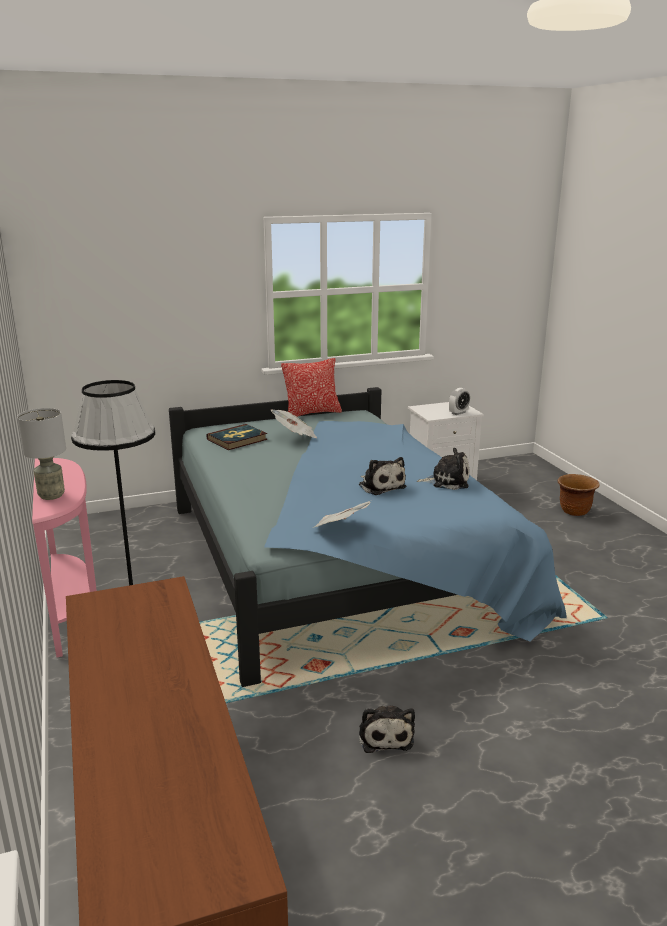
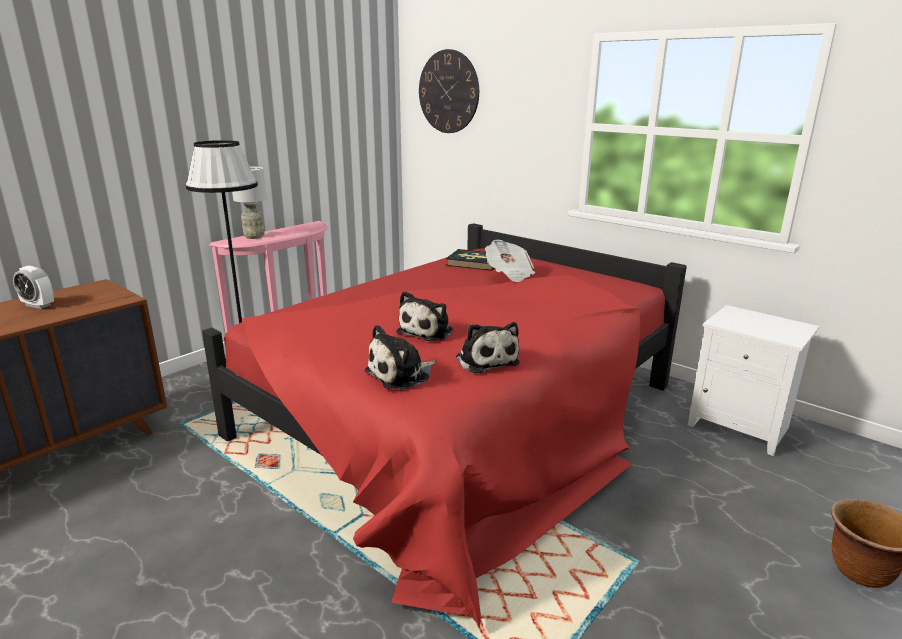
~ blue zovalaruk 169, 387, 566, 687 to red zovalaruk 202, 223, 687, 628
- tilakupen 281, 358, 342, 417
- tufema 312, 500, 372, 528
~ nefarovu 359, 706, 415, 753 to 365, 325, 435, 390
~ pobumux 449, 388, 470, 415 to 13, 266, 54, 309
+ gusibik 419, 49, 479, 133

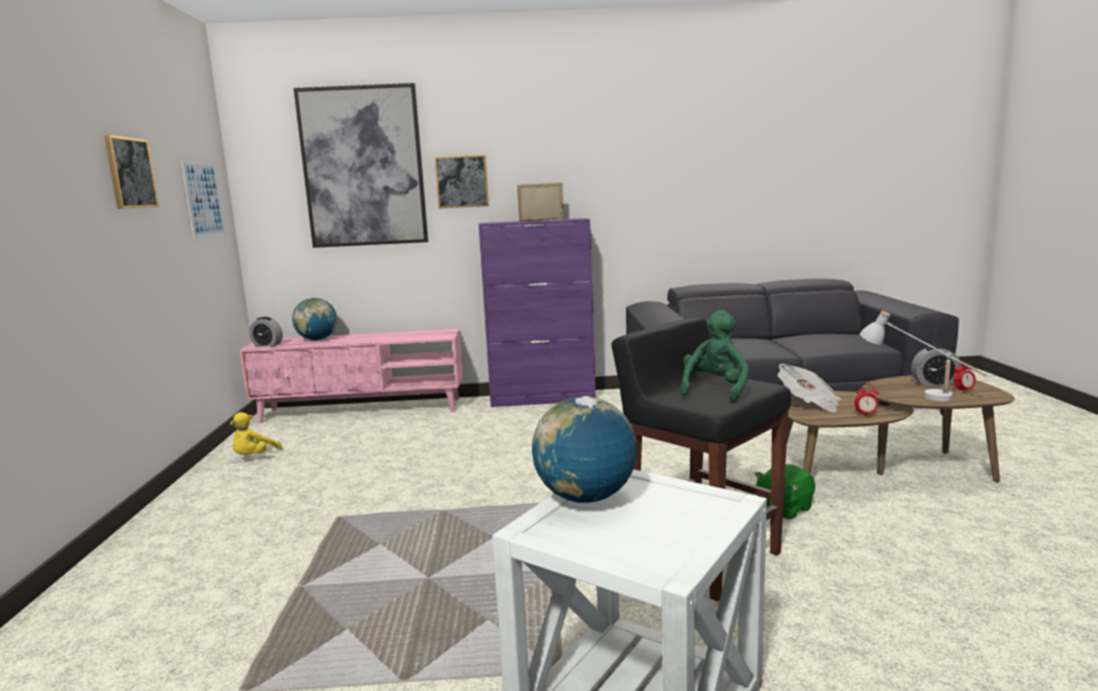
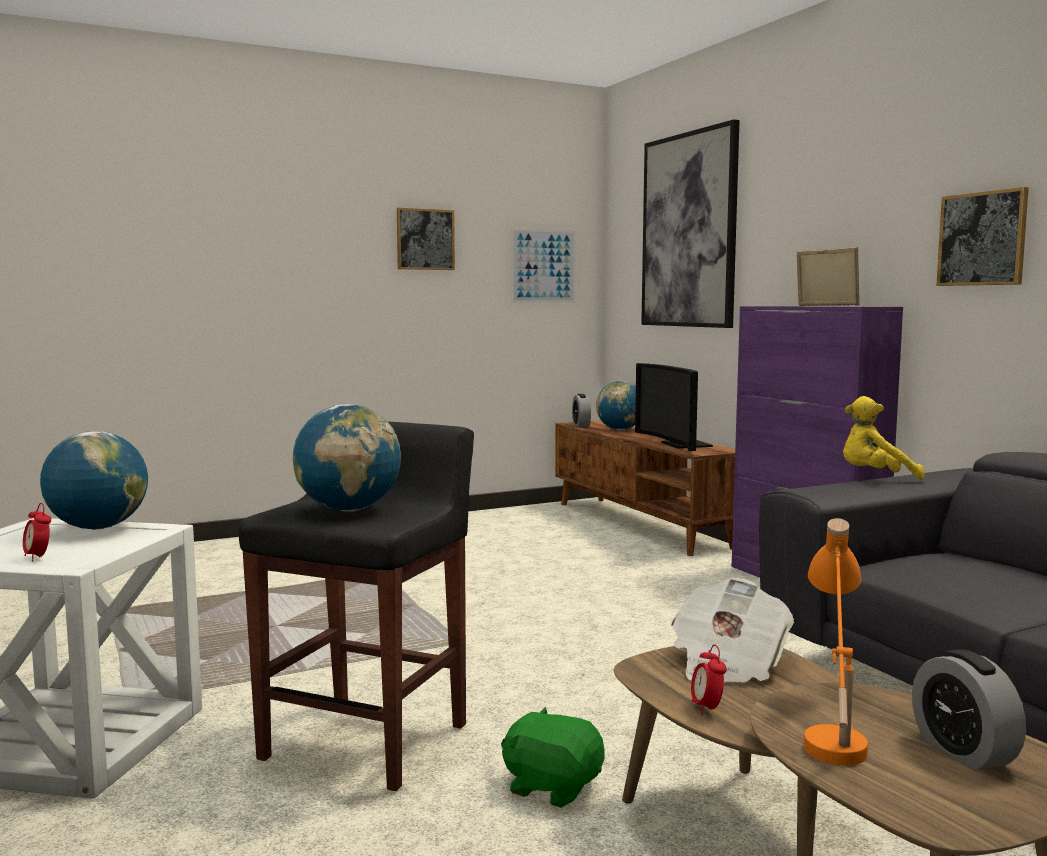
~ yellow nefarovu 230, 412, 282, 455 to 843, 396, 925, 479
~ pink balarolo 239, 329, 463, 423 to brown balarolo 555, 420, 735, 556
~ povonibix 435, 155, 489, 209 to 936, 187, 1029, 286
~ green nefarovu 680, 310, 749, 403 to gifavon 293, 404, 401, 512
~ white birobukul 860, 311, 987, 401 to orange birobukul 804, 518, 868, 765
~ pobumux 954, 361, 976, 393 to 23, 503, 51, 561
+ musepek 635, 363, 713, 451

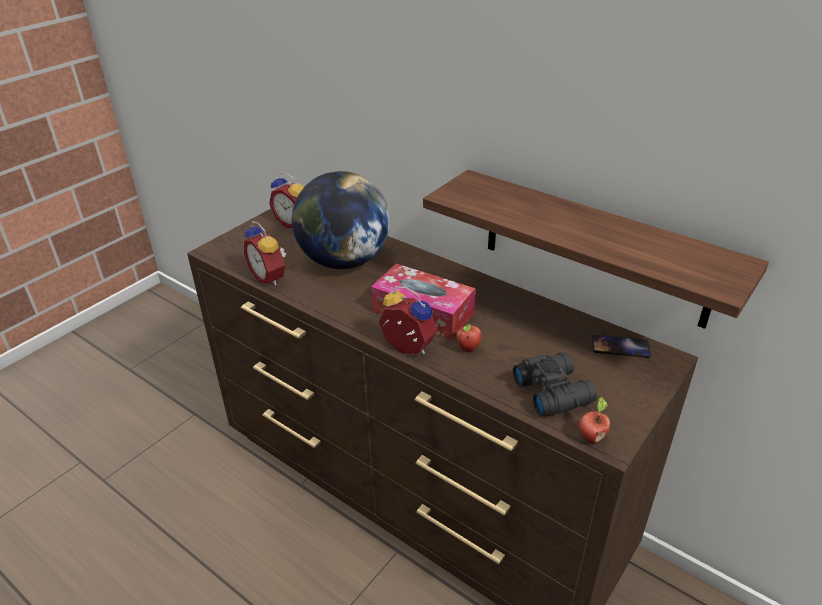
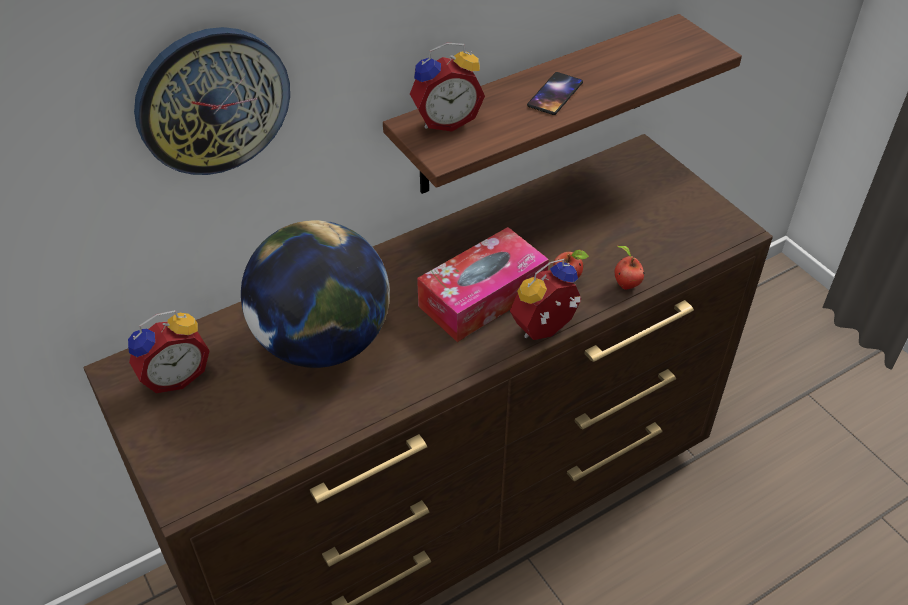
~ pobumux 244, 221, 286, 286 to 410, 43, 485, 132
- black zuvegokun 513, 352, 597, 416
~ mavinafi 579, 397, 610, 443 to 615, 246, 645, 290
~ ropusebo 592, 335, 651, 358 to 527, 72, 583, 115
+ gusibik 134, 27, 290, 175

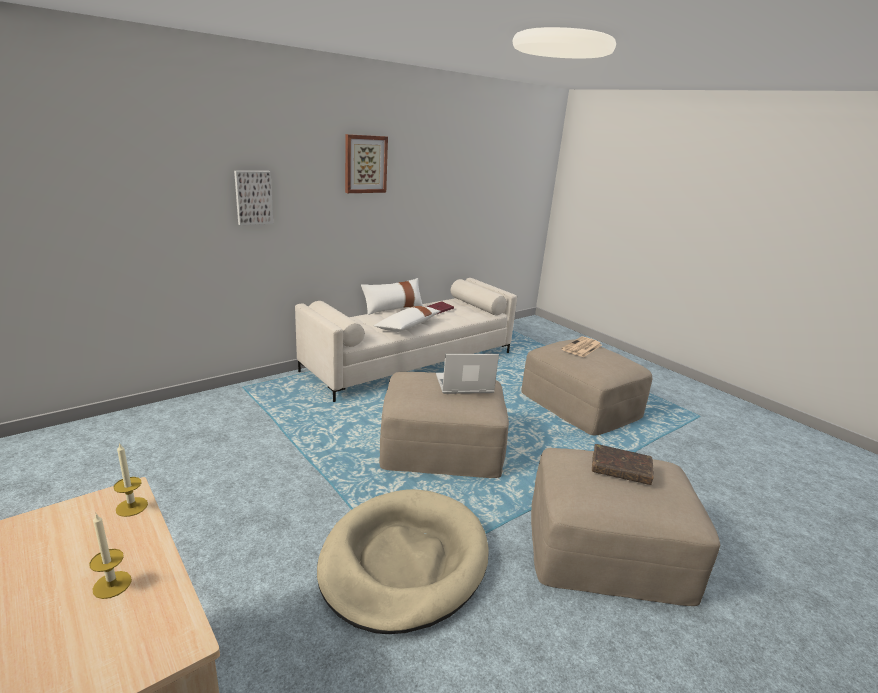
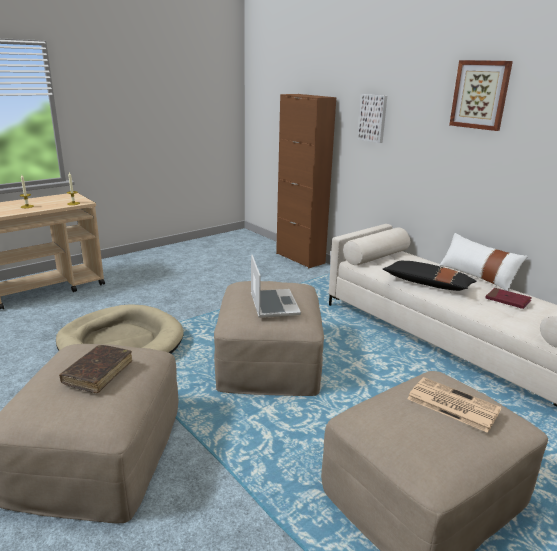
~ white tilakupen 373, 306, 441, 332 to black tilakupen 383, 261, 476, 291
+ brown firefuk 276, 94, 336, 268

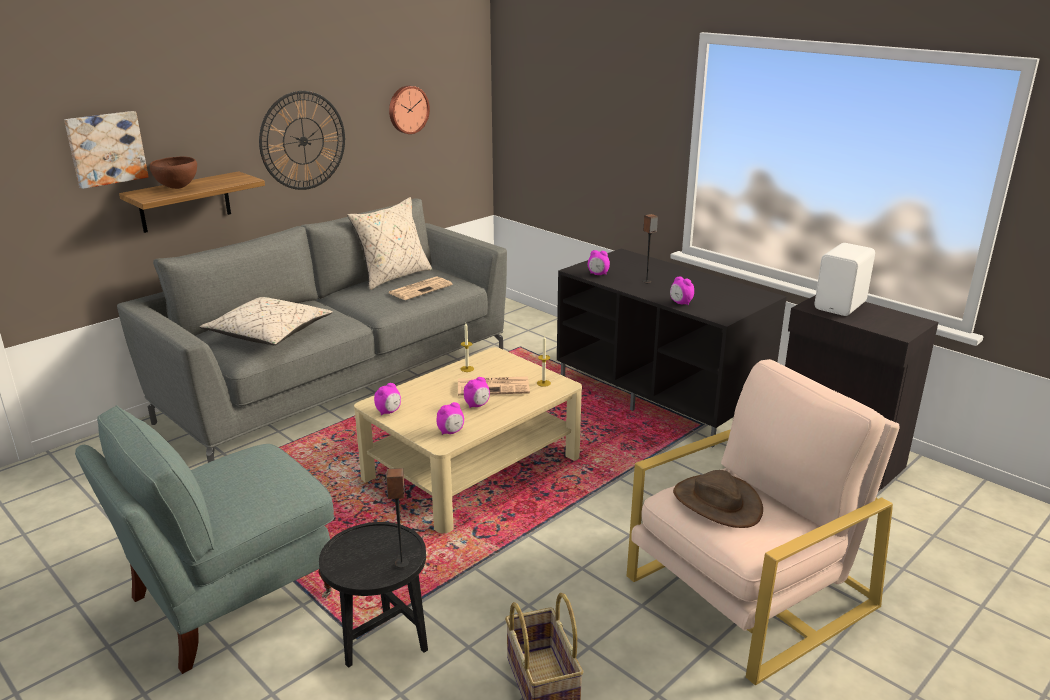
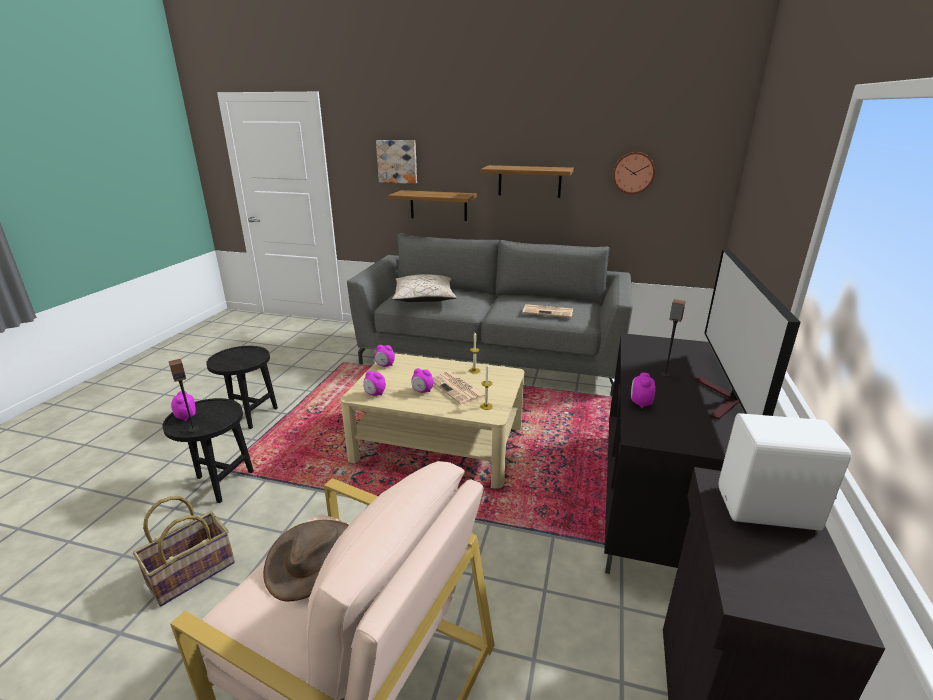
~ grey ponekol 75, 405, 334, 674 to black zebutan 206, 346, 278, 429
- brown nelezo 149, 156, 197, 189
~ gusibik 259, 91, 345, 190 to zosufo 481, 165, 574, 198
- beige tilakupen 347, 197, 432, 290
~ pobumux 588, 250, 610, 275 to 171, 391, 196, 421
+ musepek 695, 248, 801, 420

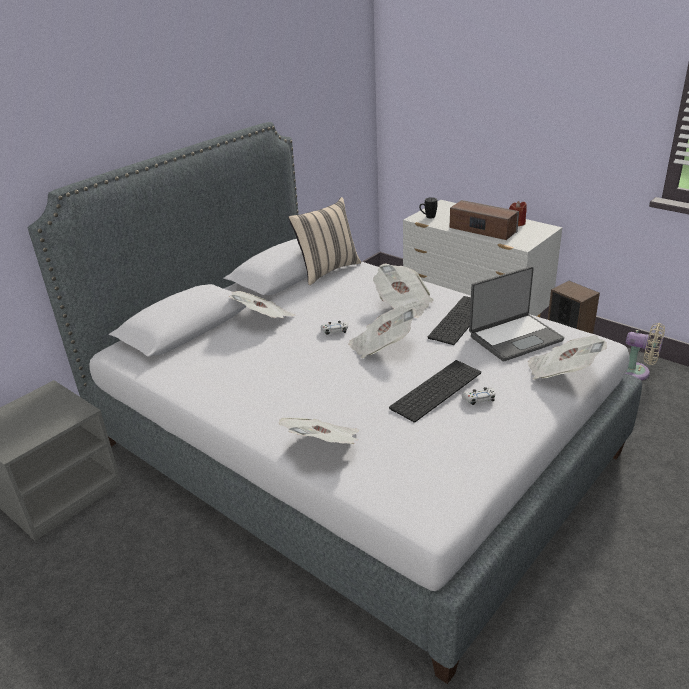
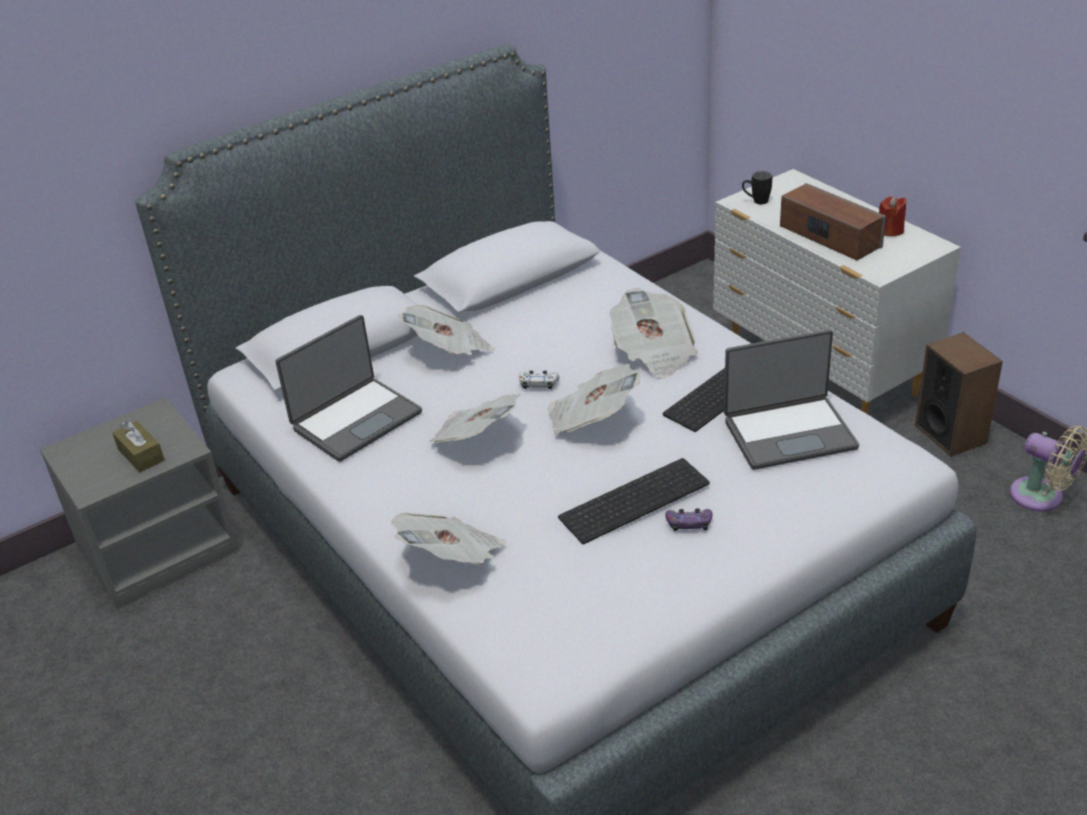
- beige tilakupen 288, 197, 361, 285
~ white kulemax 462, 387, 496, 405 to purple kulemax 665, 508, 712, 531
~ tufema 528, 335, 607, 379 to 429, 394, 521, 443
+ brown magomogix 112, 421, 164, 472
+ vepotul 276, 315, 422, 462

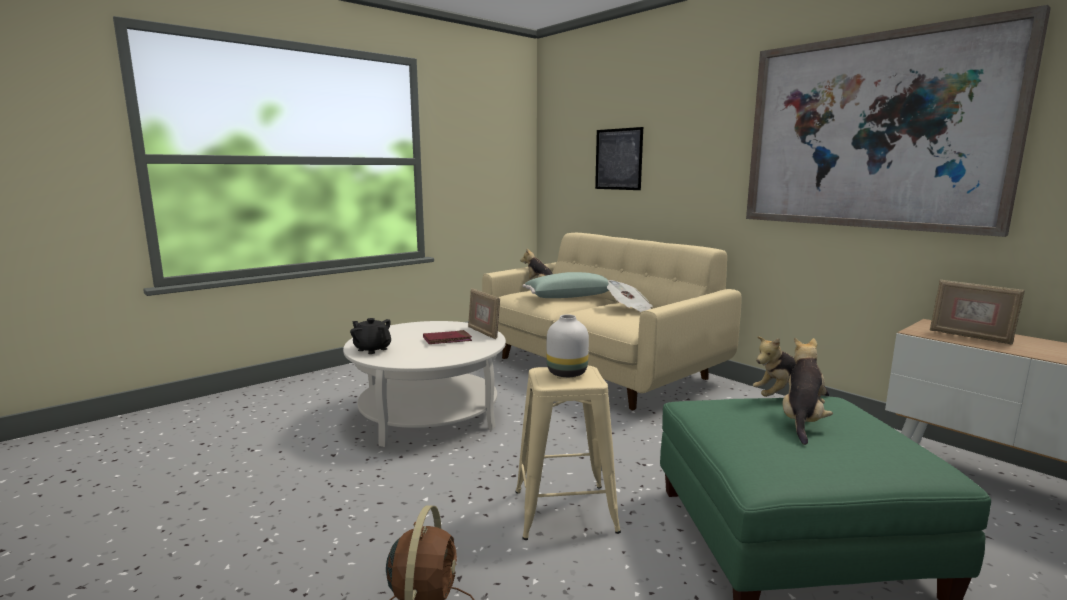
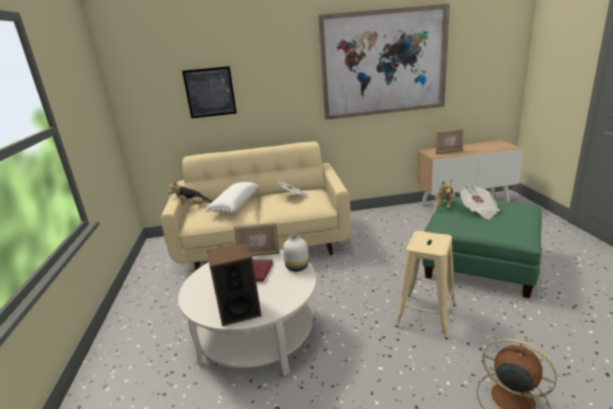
~ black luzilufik 350, 318, 391, 354 to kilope 207, 243, 261, 326
~ green tilakupen 523, 272, 609, 298 to white tilakupen 205, 182, 259, 214
~ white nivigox 547, 314, 589, 377 to 283, 235, 309, 272
~ nefarovu 782, 337, 833, 445 to tufema 460, 185, 500, 219

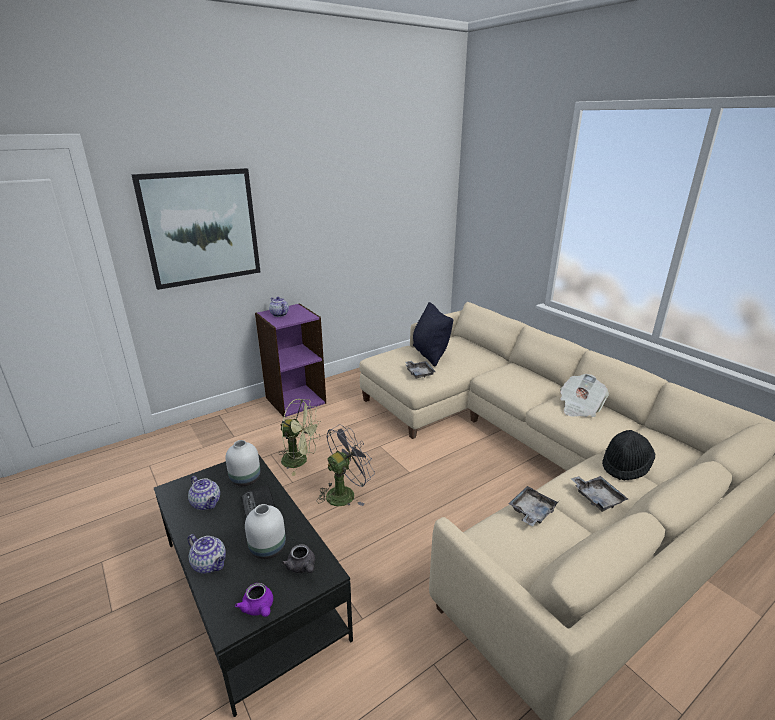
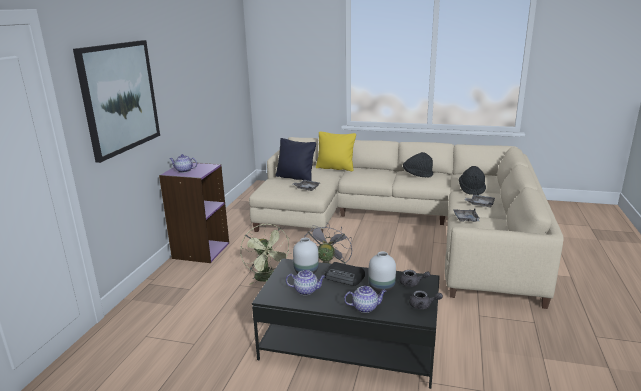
~ purple luzilufik 235, 583, 273, 617 to grey luzilufik 409, 290, 443, 309
~ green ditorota 278, 399, 321, 476 = 240, 224, 291, 285 90 degrees clockwise
~ tufema 560, 374, 609, 417 to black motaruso 403, 152, 433, 177
+ yellow tilakupen 316, 131, 356, 171

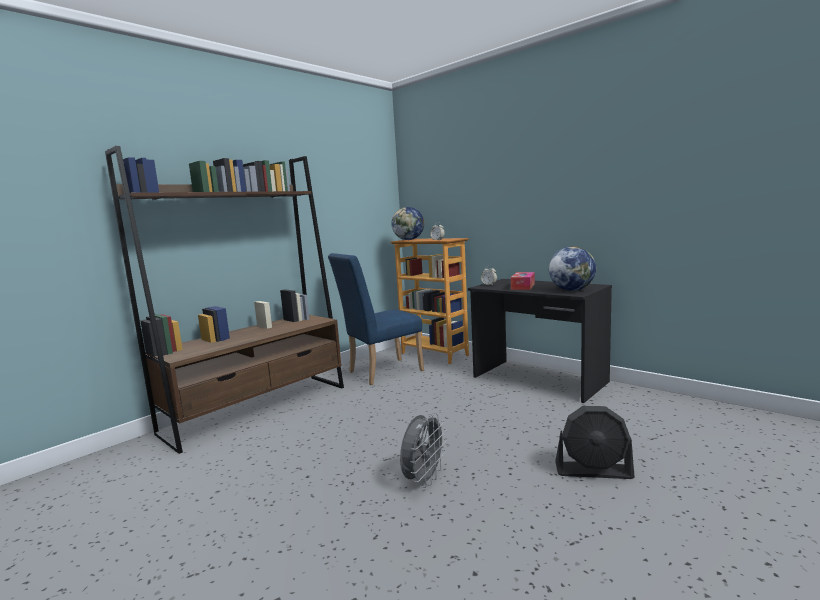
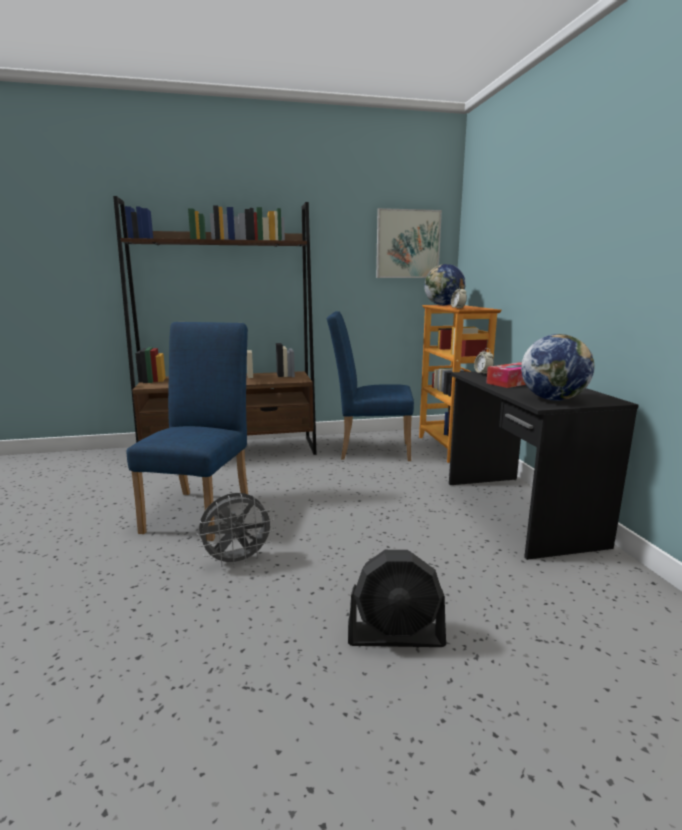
~ black ditorota 555, 406, 635, 479 = 348, 550, 446, 647 45 degrees counterclockwise
+ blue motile 127, 322, 248, 541
+ povonibix 376, 208, 442, 278

